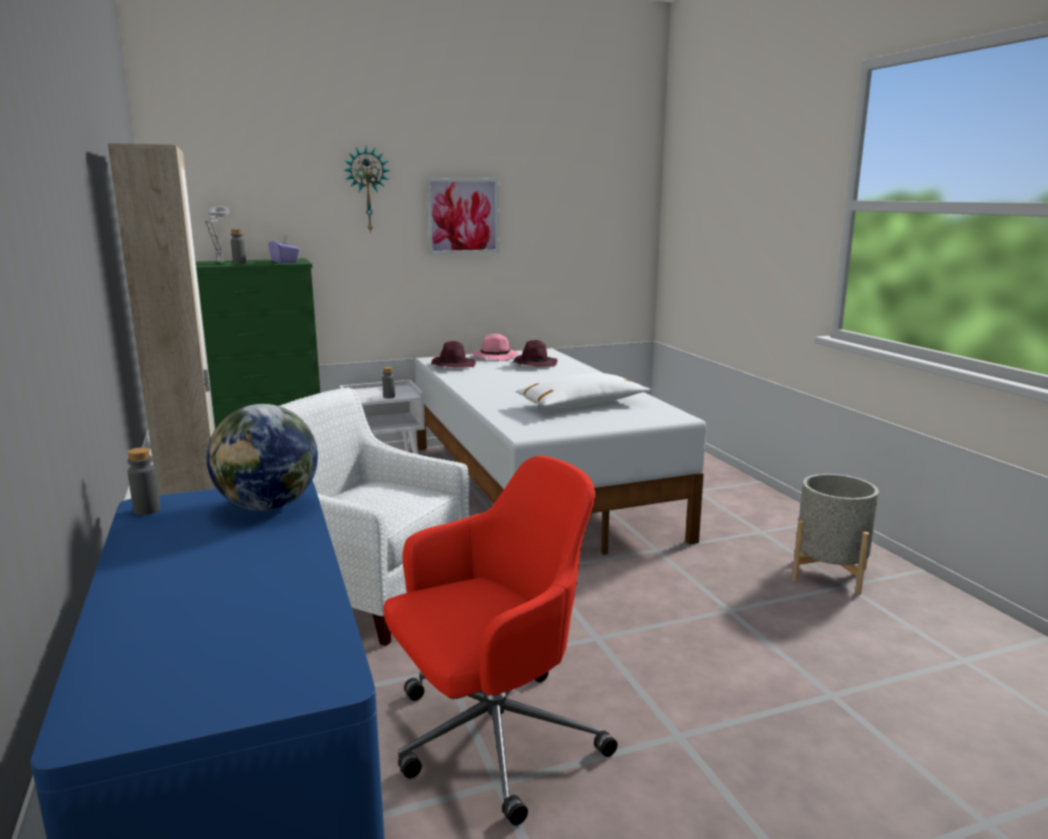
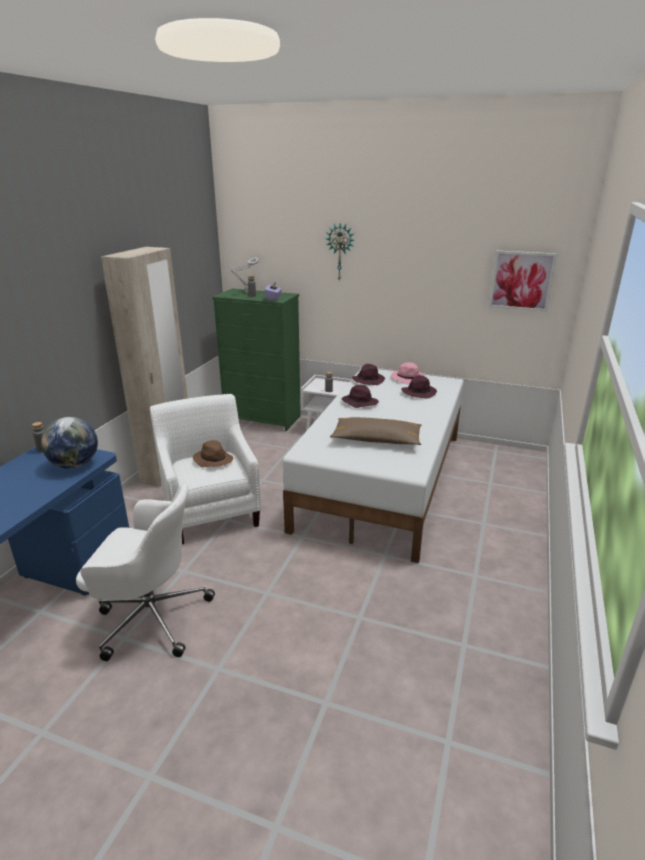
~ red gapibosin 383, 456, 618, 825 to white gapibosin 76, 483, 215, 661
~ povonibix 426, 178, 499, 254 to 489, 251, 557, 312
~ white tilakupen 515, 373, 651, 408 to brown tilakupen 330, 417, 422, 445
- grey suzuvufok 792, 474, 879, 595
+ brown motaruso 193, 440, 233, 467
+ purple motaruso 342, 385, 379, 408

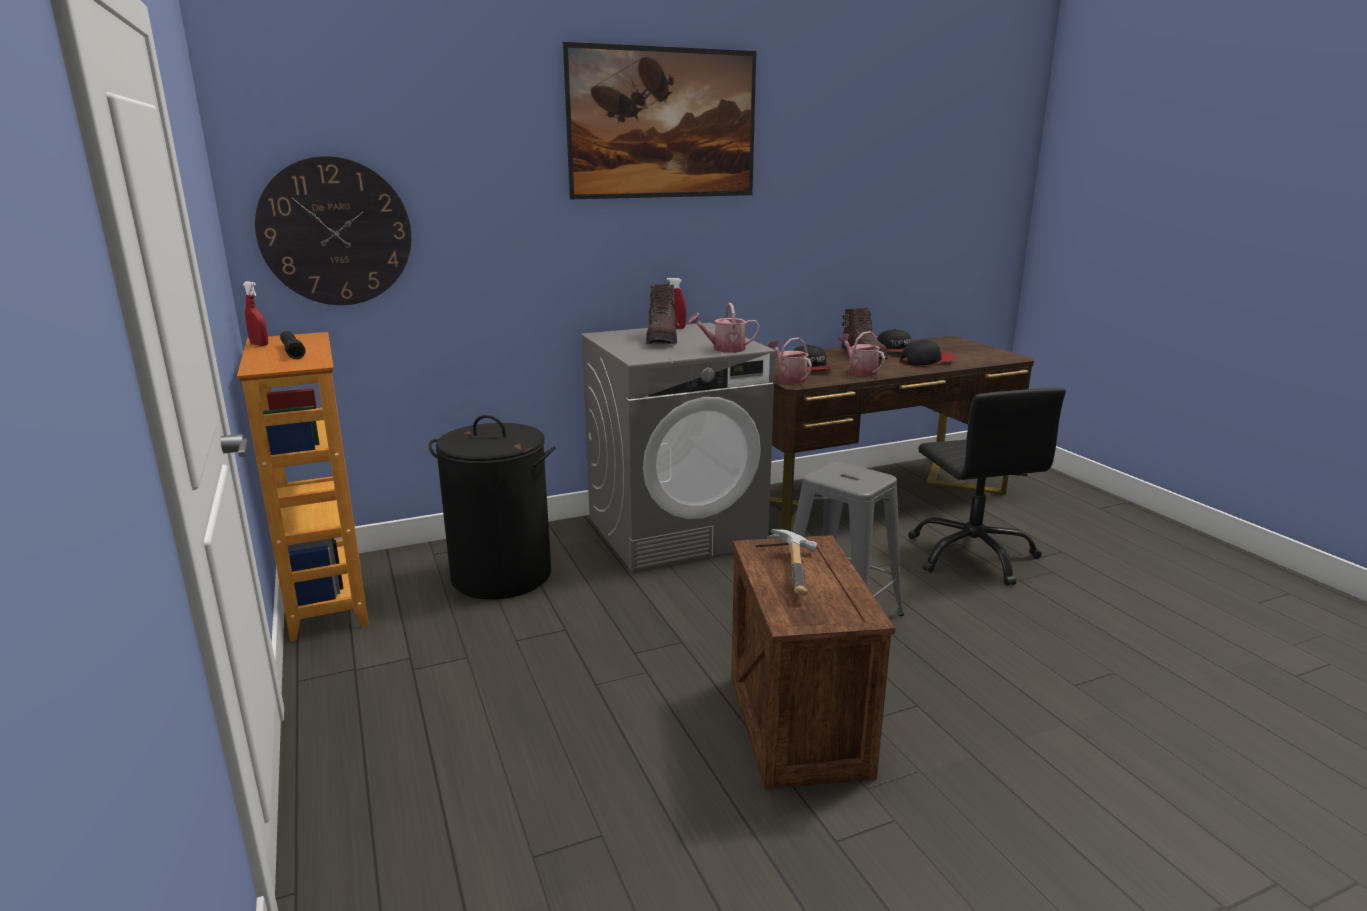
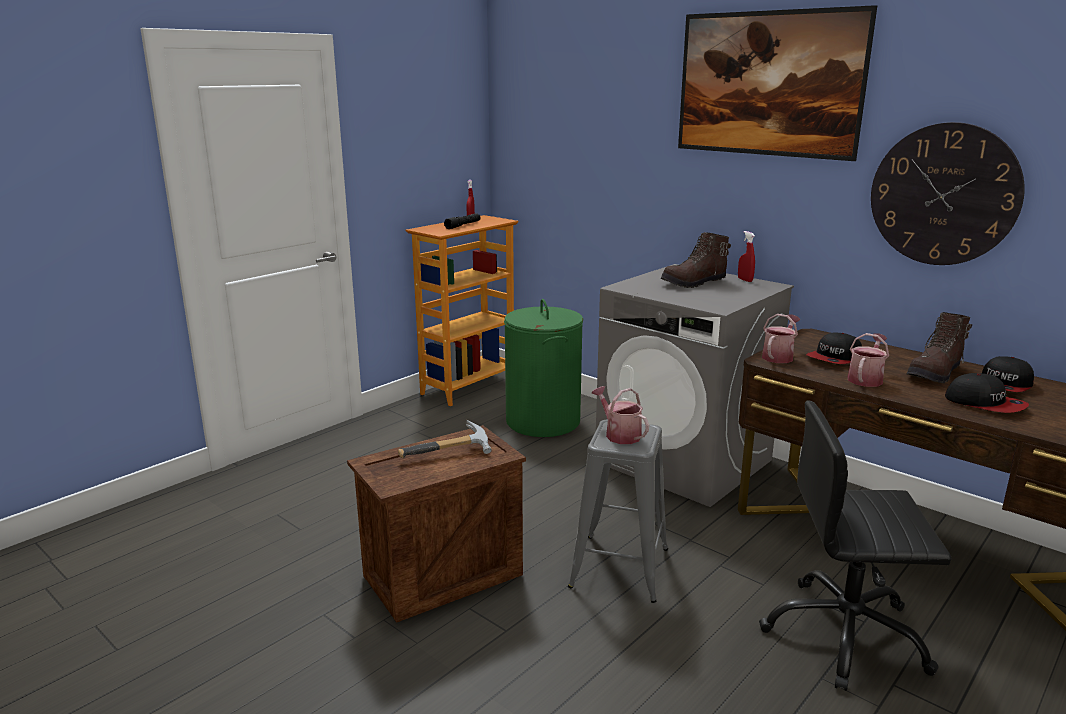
~ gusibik 255, 156, 411, 305 to 871, 122, 1025, 265
~ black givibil 429, 415, 556, 599 to green givibil 504, 299, 583, 437
~ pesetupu 688, 303, 760, 353 to 592, 386, 649, 444
~ black gapibosin 908, 388, 1066, 586 = 759, 400, 952, 691 45 degrees clockwise

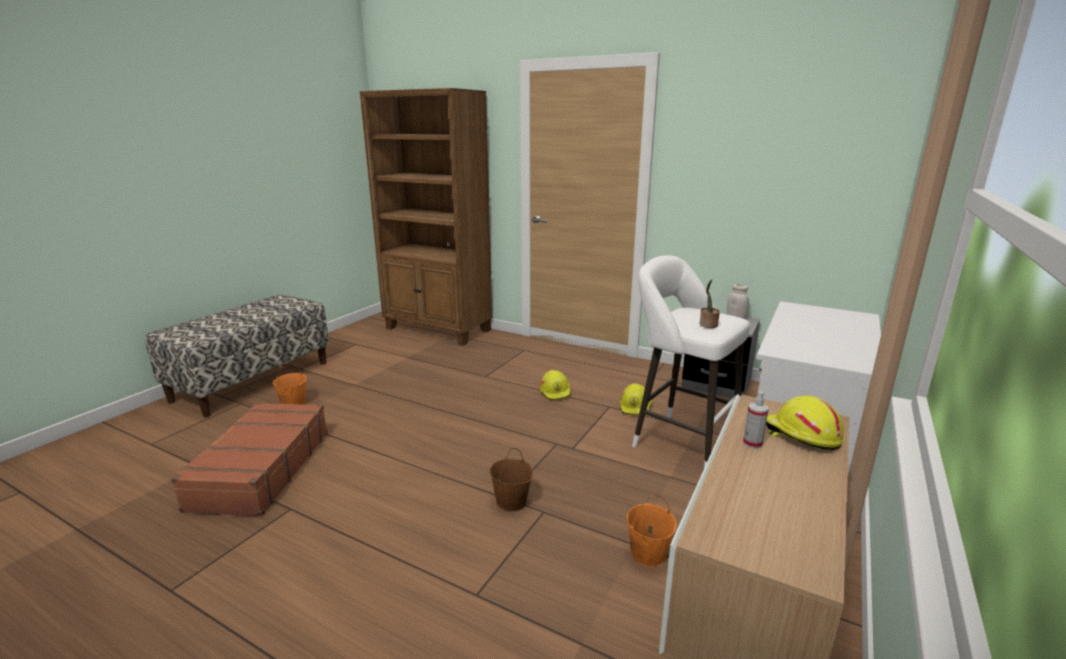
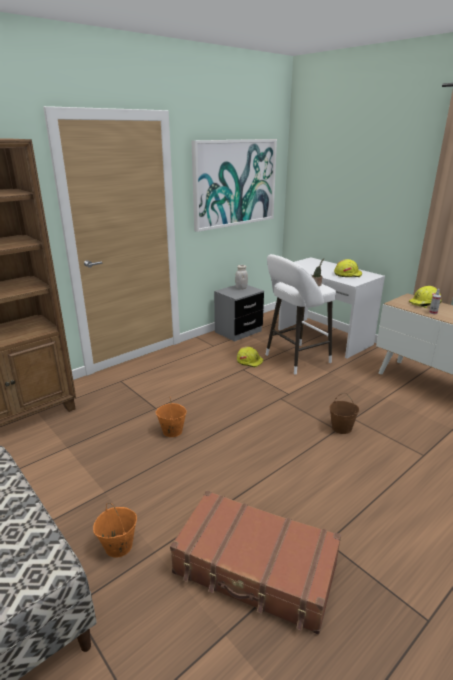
~ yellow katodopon 540, 370, 572, 400 to 334, 259, 362, 277
~ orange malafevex 627, 495, 676, 567 to 156, 398, 187, 437
+ povonibix 192, 139, 277, 232

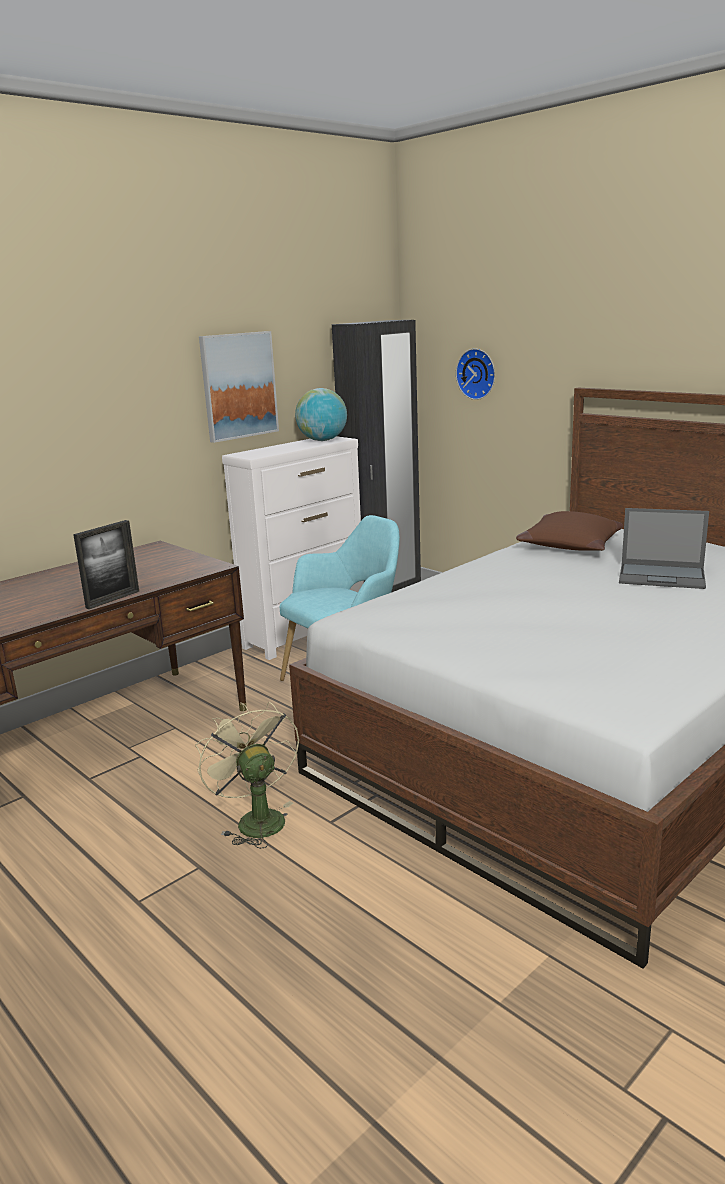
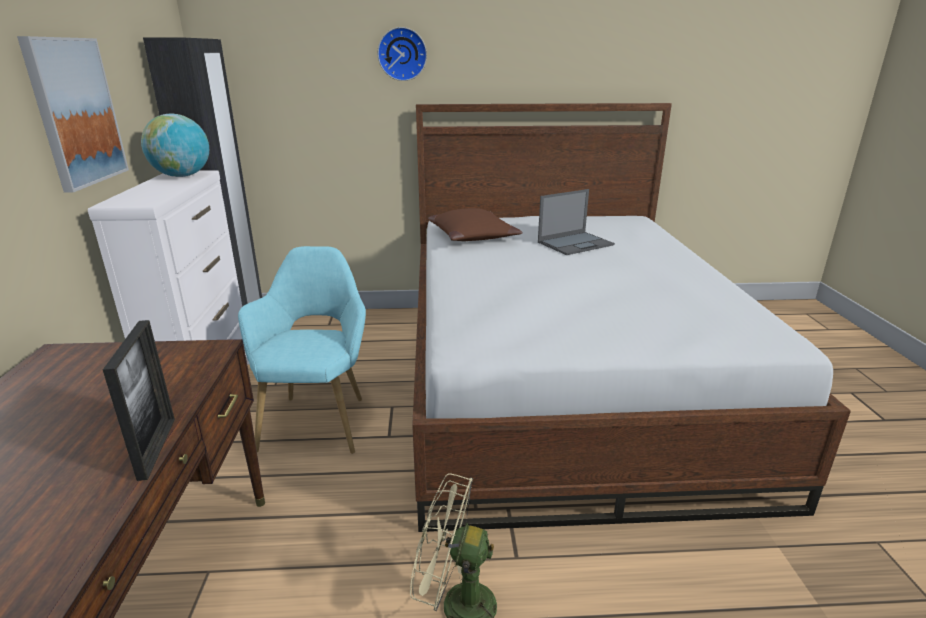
~ gusibik 456, 348, 495, 400 to 378, 27, 427, 81

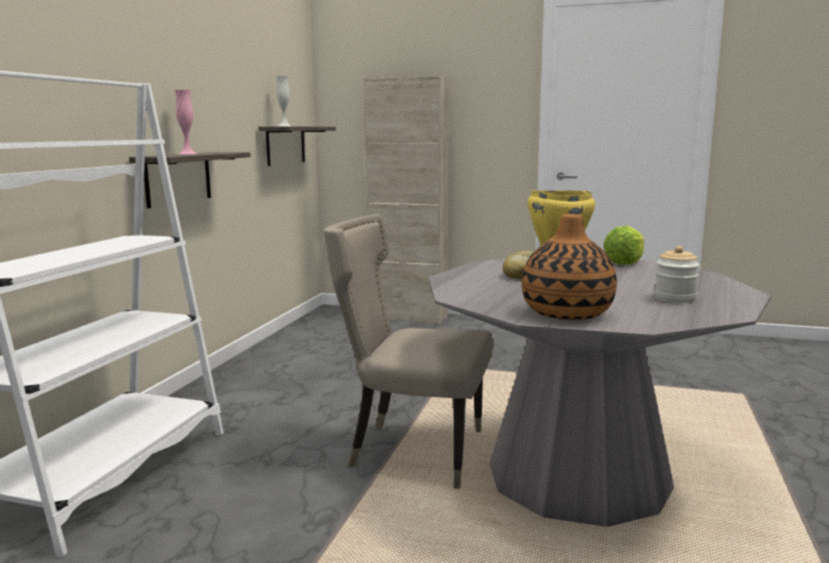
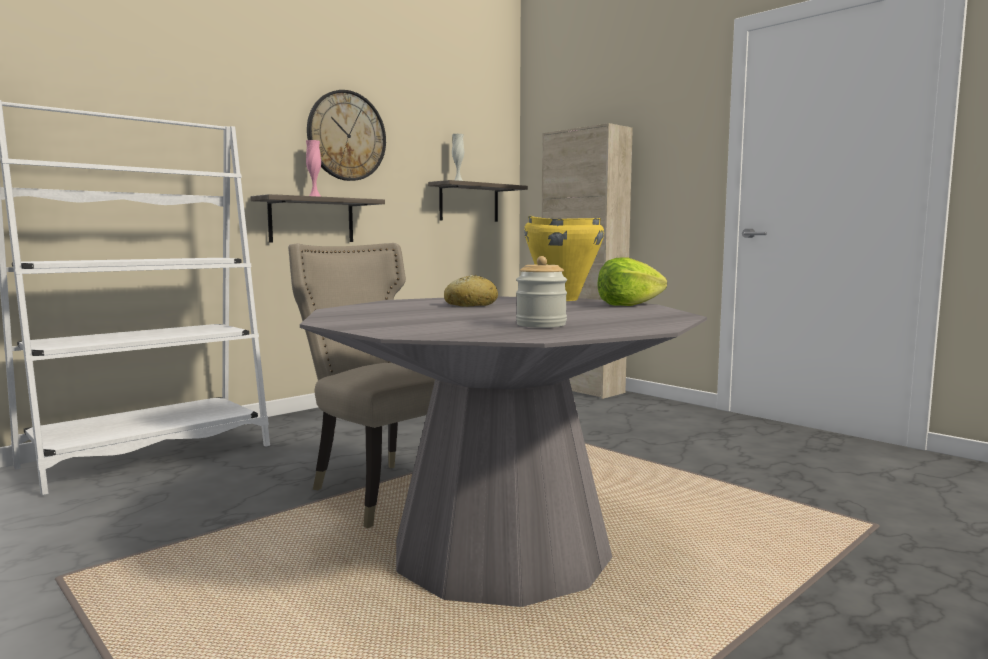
- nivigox 522, 214, 617, 320
+ gusibik 307, 90, 386, 181

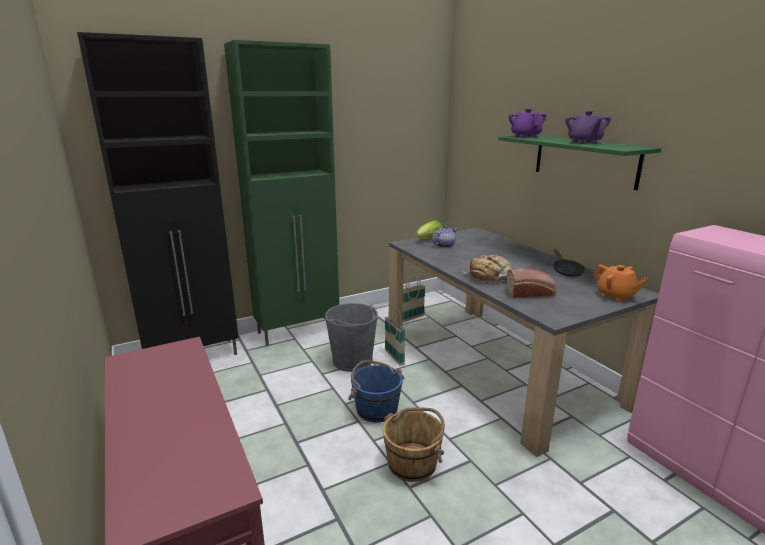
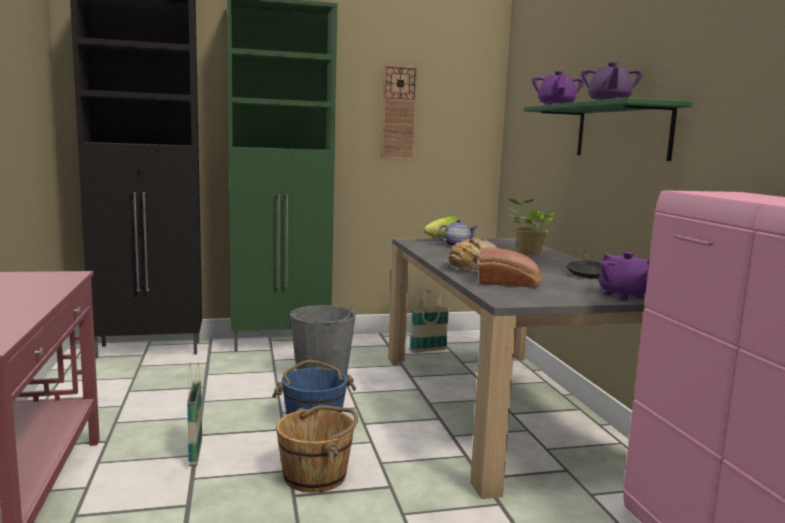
~ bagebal 385, 307, 405, 366 to 187, 362, 202, 466
~ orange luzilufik 594, 264, 648, 302 to purple luzilufik 599, 252, 650, 300
+ gusibik 381, 64, 418, 160
+ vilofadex 508, 198, 555, 254

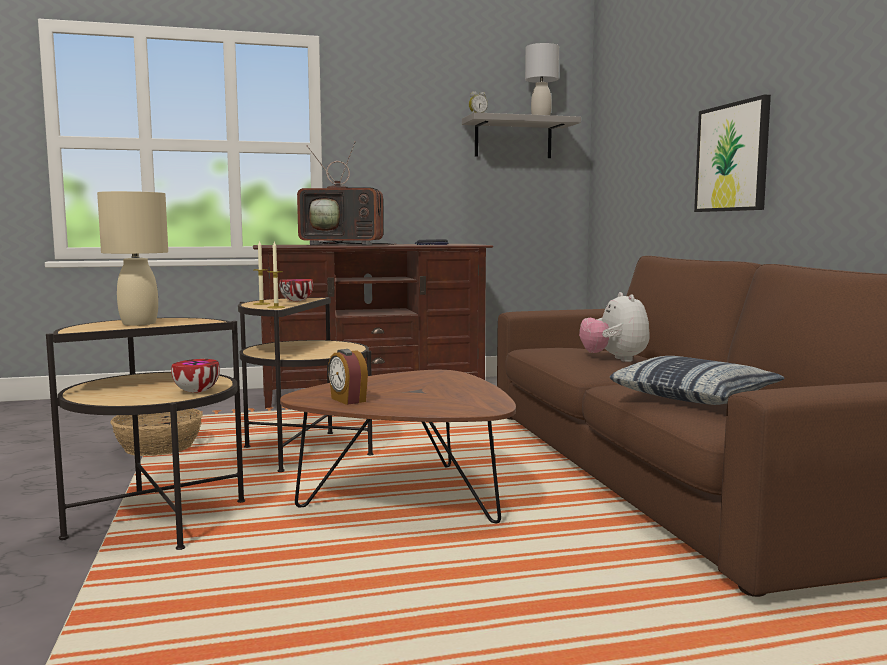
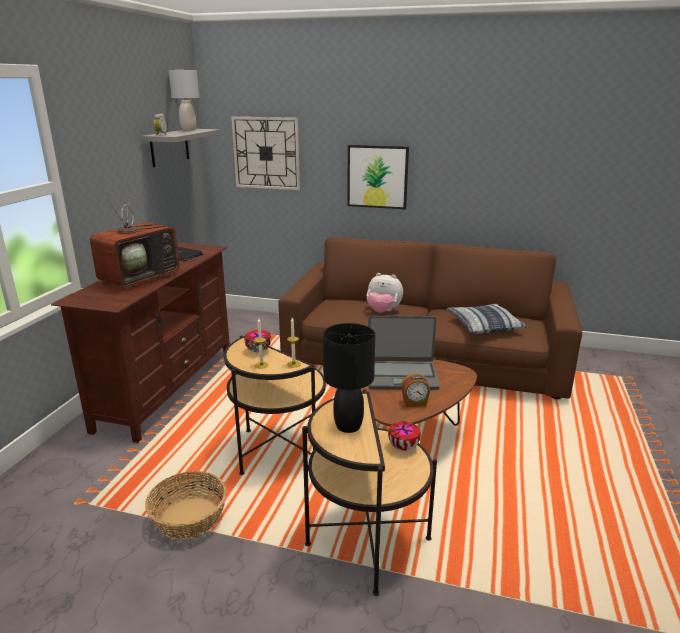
~ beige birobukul 97, 191, 168, 326 to black birobukul 323, 323, 375, 433
+ gusibik 231, 117, 300, 190
+ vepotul 368, 316, 440, 390

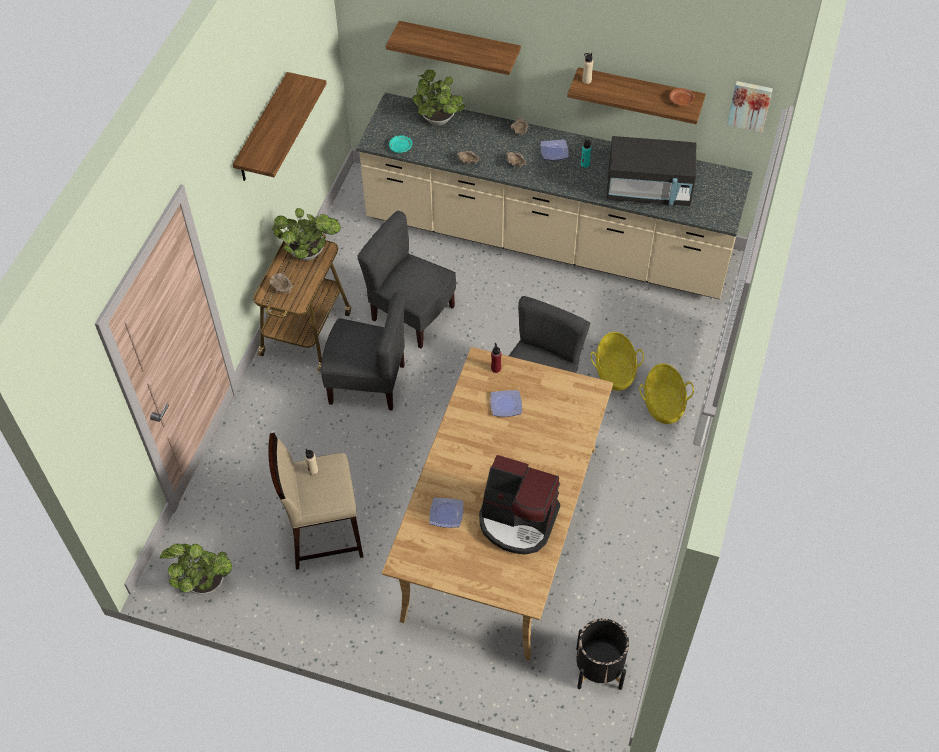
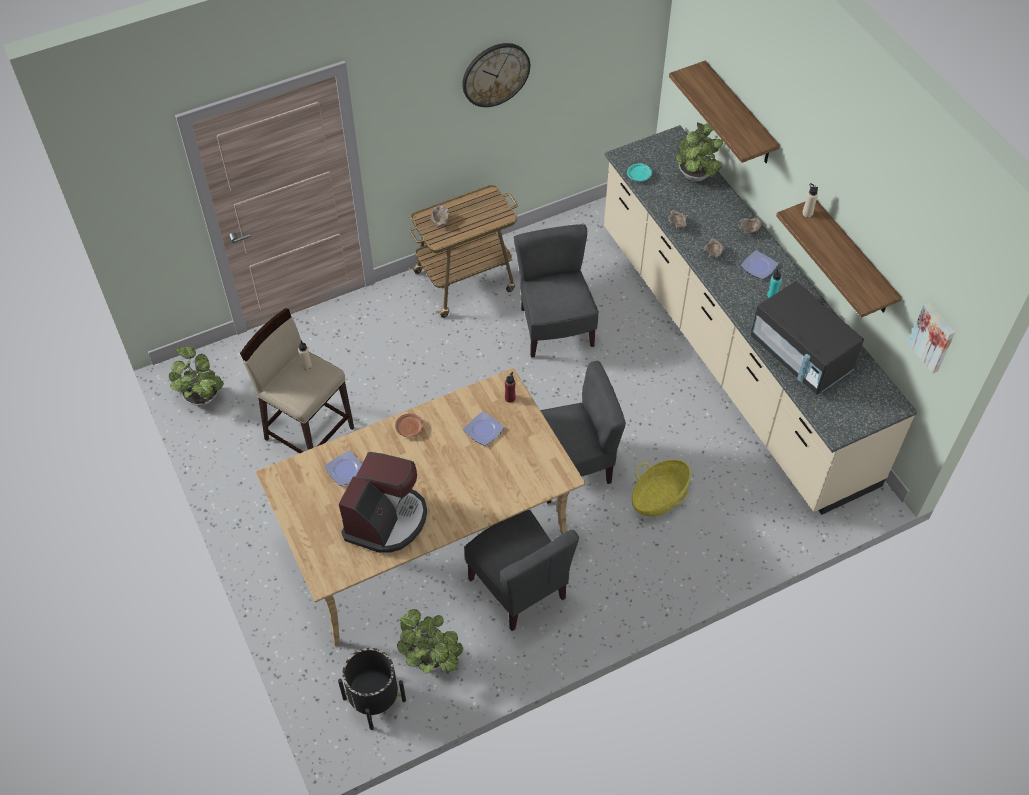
~ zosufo 233, 72, 327, 181 to gusibik 462, 43, 530, 107
~ vilofadex 272, 208, 341, 261 to 397, 609, 463, 674
~ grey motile 321, 292, 405, 410 to 464, 510, 579, 631
~ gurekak 479, 455, 560, 555 = 339, 452, 427, 553 135 degrees counterclockwise
- bagebal 639, 363, 694, 424
~ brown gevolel 669, 88, 695, 106 to 395, 413, 424, 437

